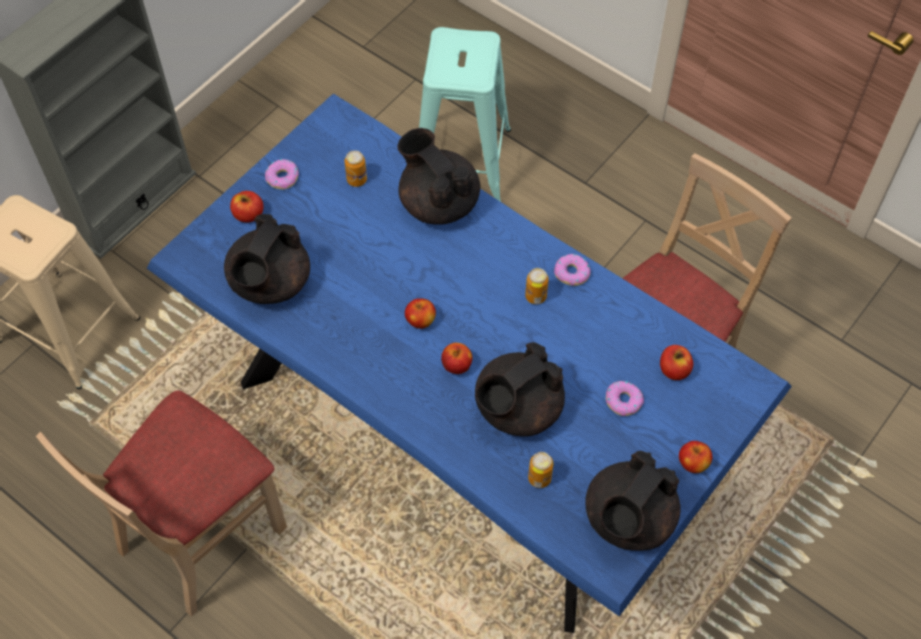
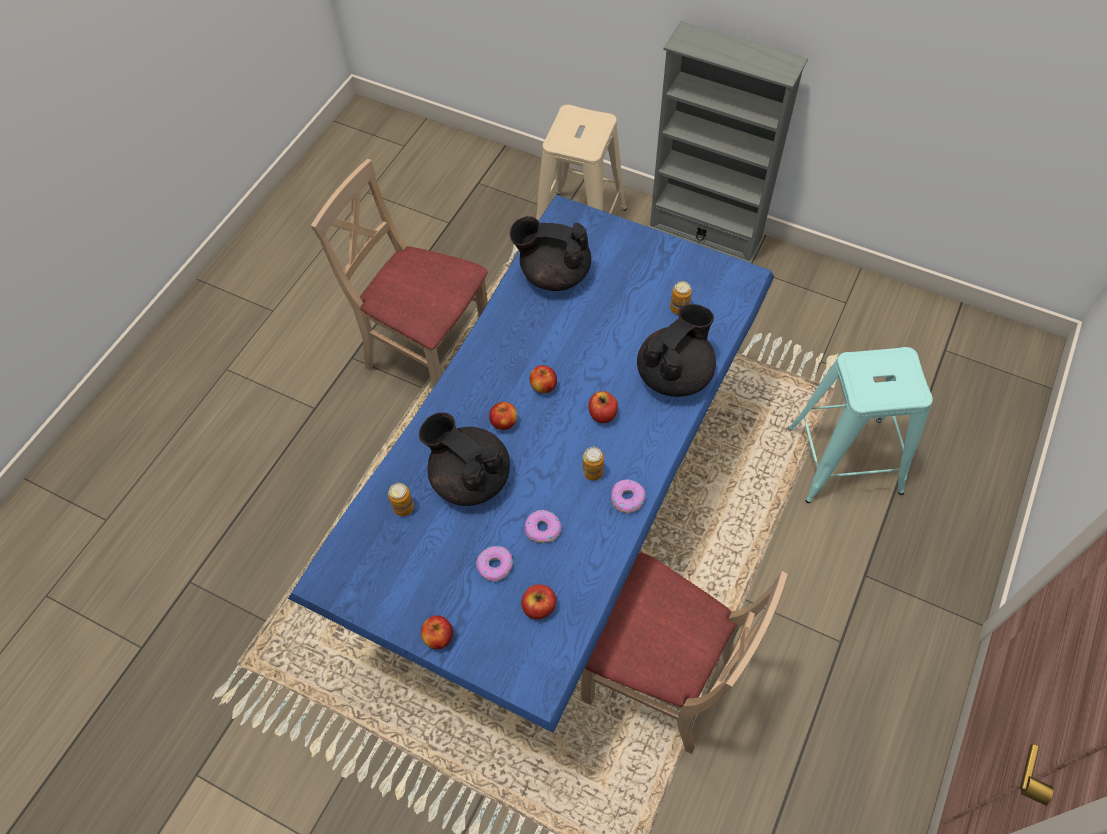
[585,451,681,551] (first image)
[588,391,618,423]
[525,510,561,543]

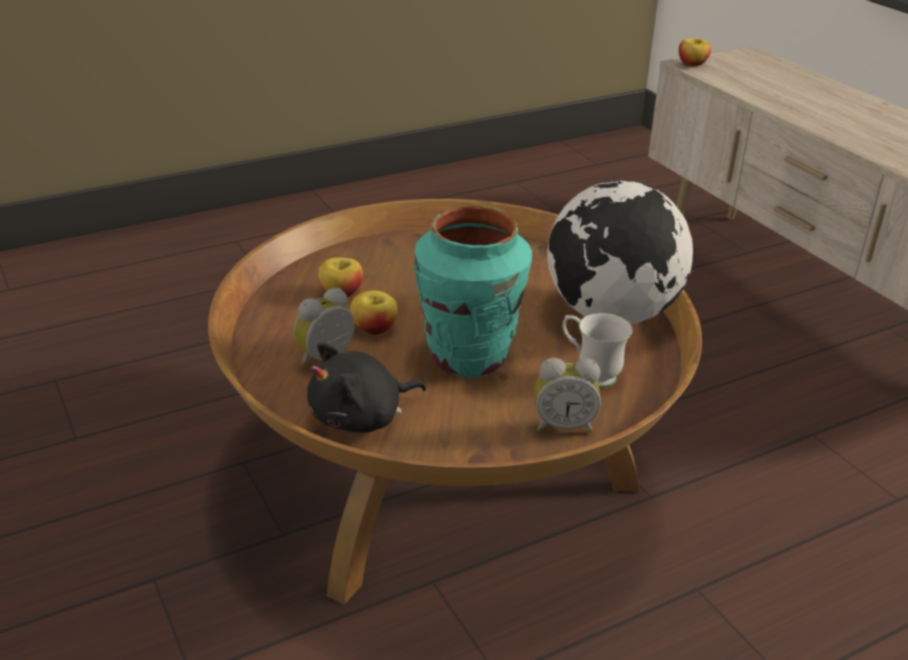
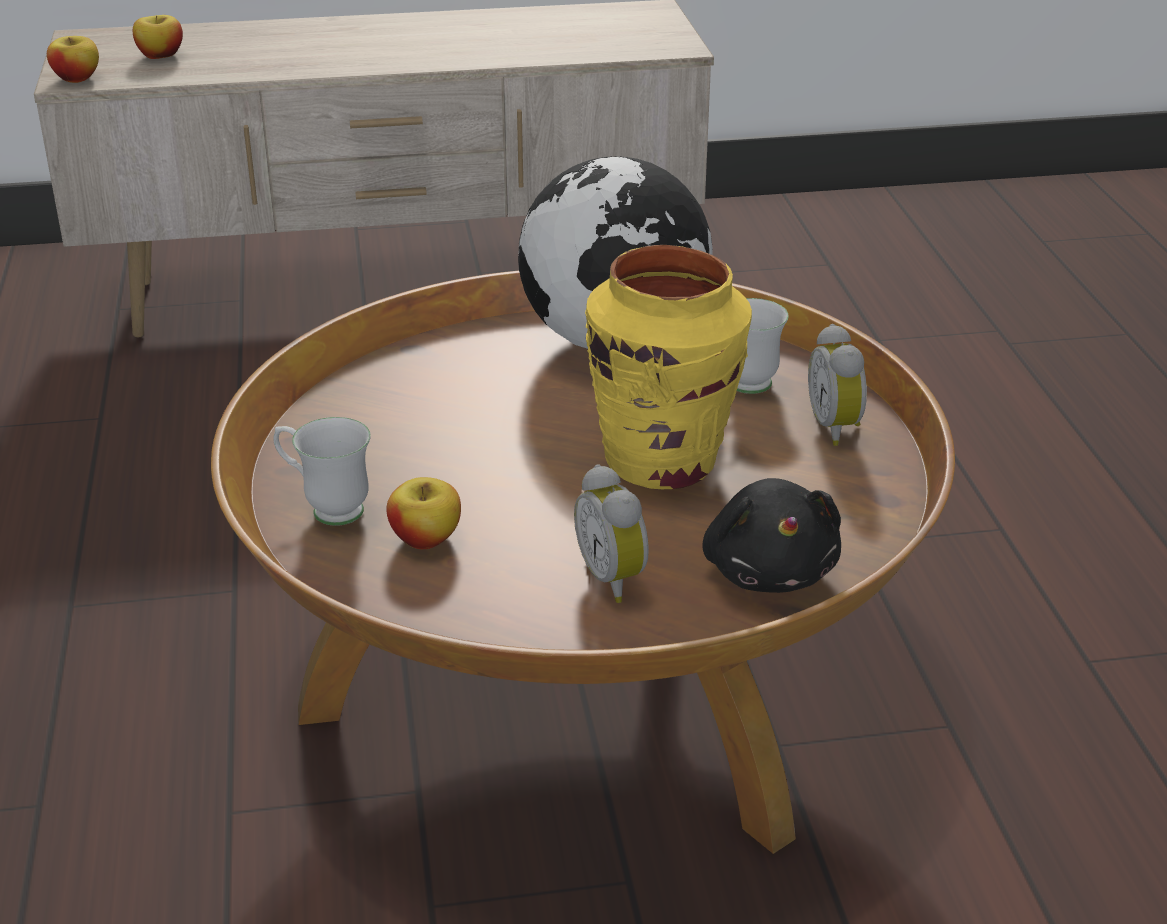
[273,417,371,526]
[133,15,183,59]
[585,245,752,489]
[808,324,867,446]

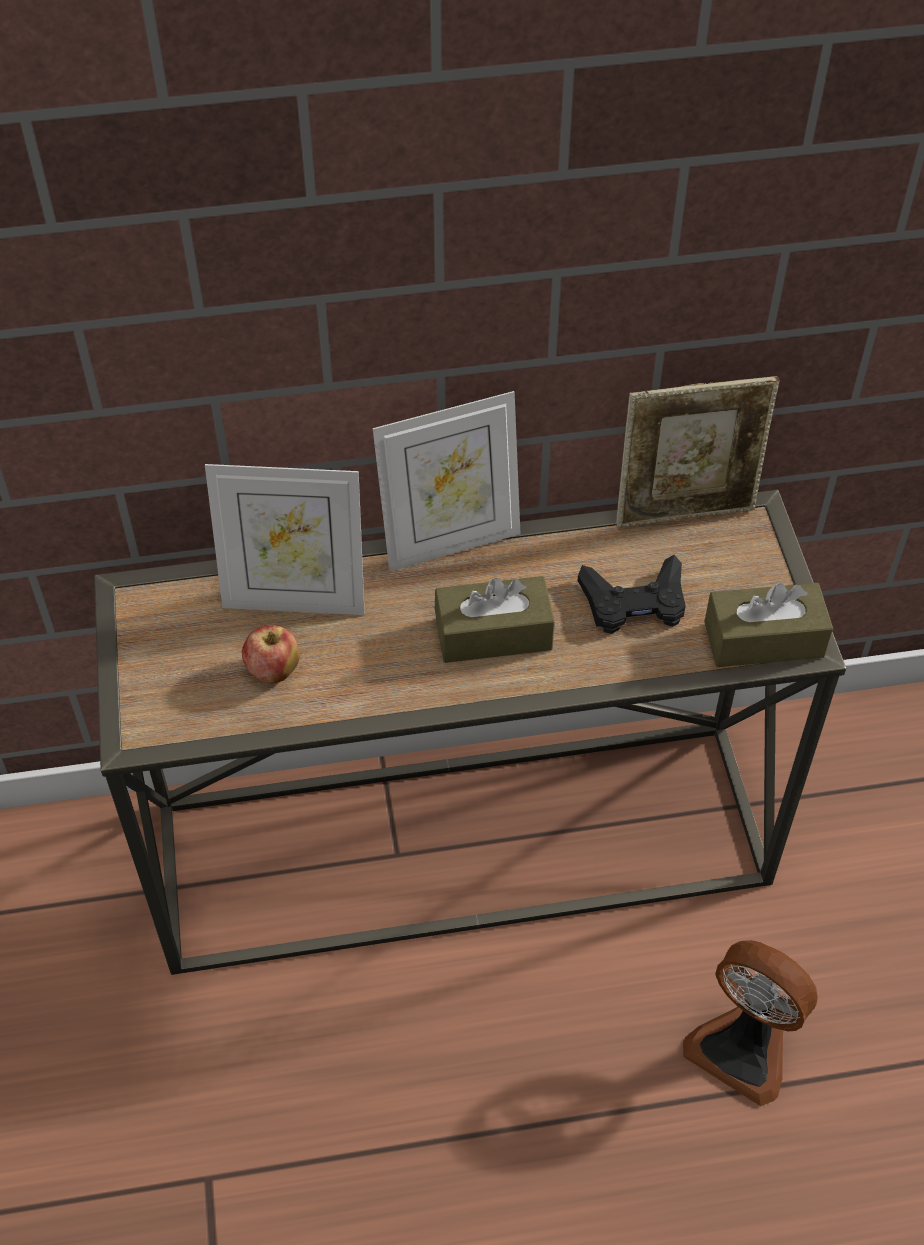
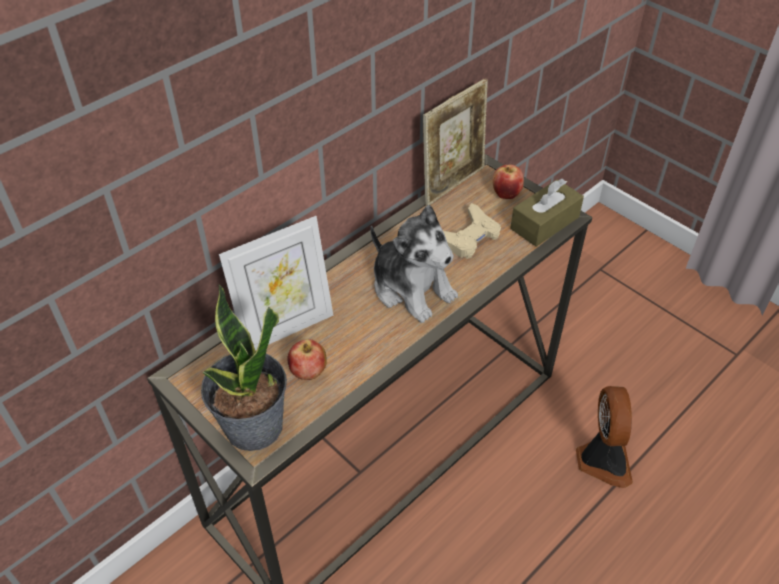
[373,391,521,571] (first image)
[201,284,287,451]
[492,165,524,199]
[371,205,458,323]
[443,203,501,259]
[576,386,633,488]

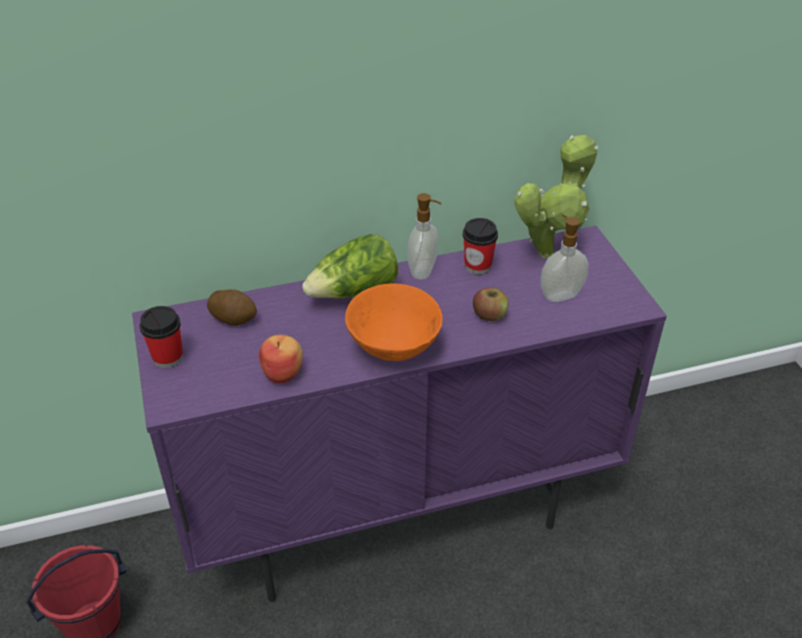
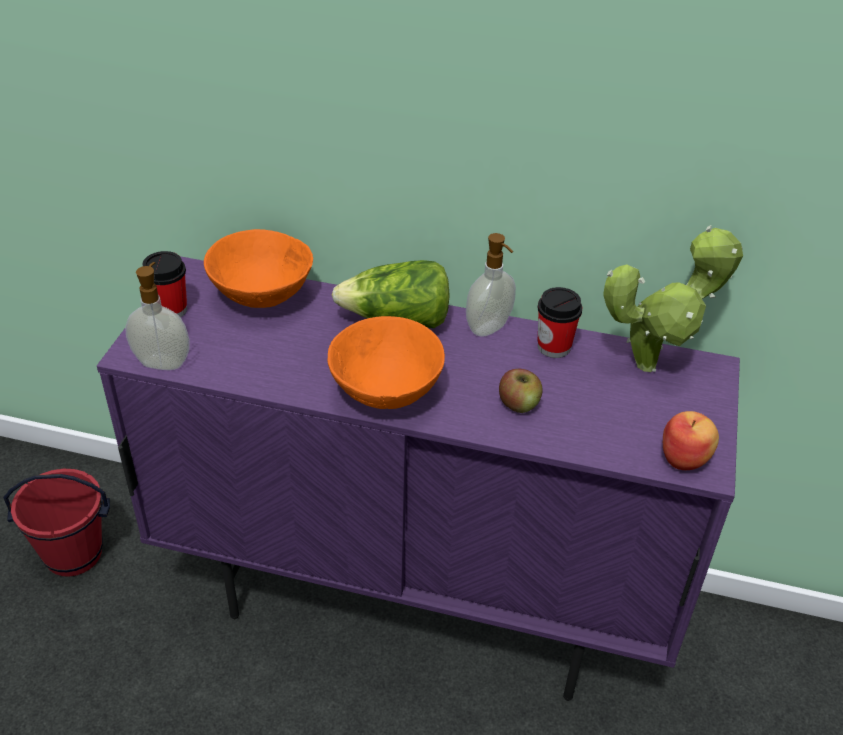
[663,411,719,470]
[125,262,190,370]
[204,229,313,308]

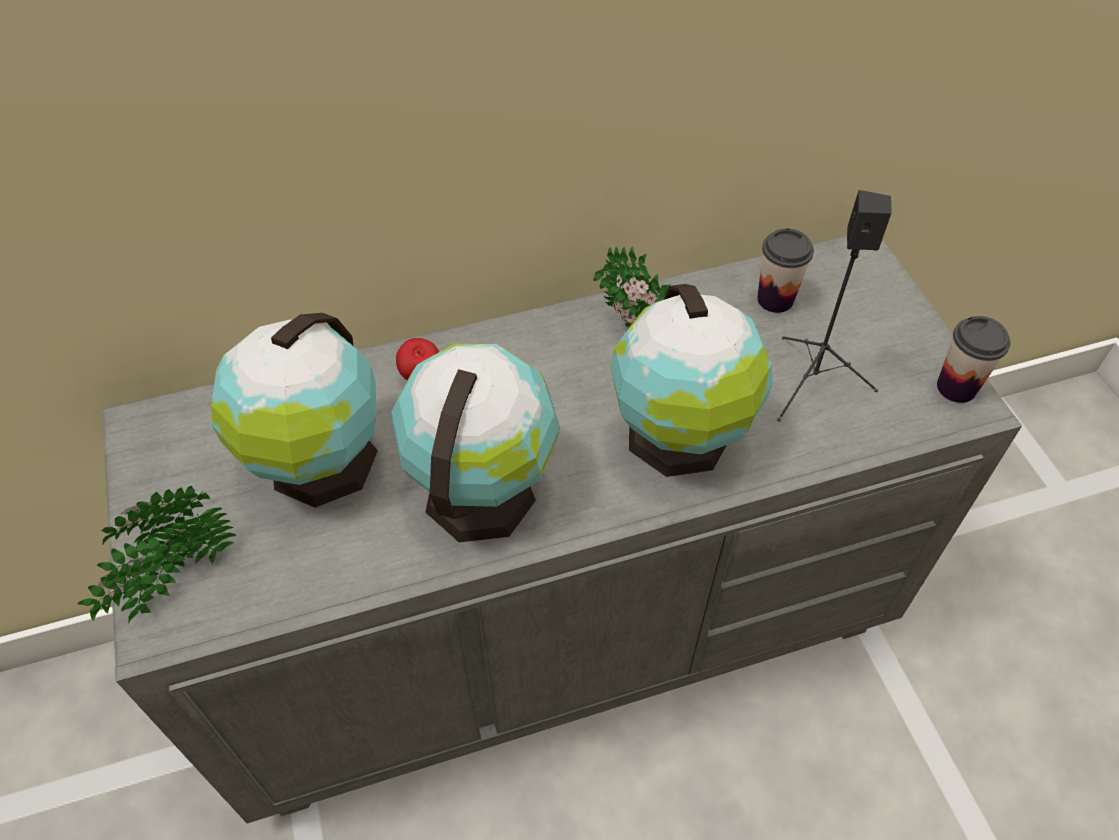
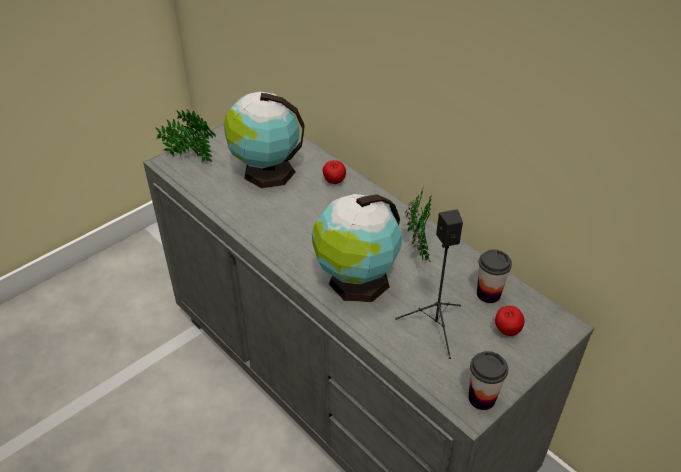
[391,344,560,542] (first image)
[495,306,524,336]

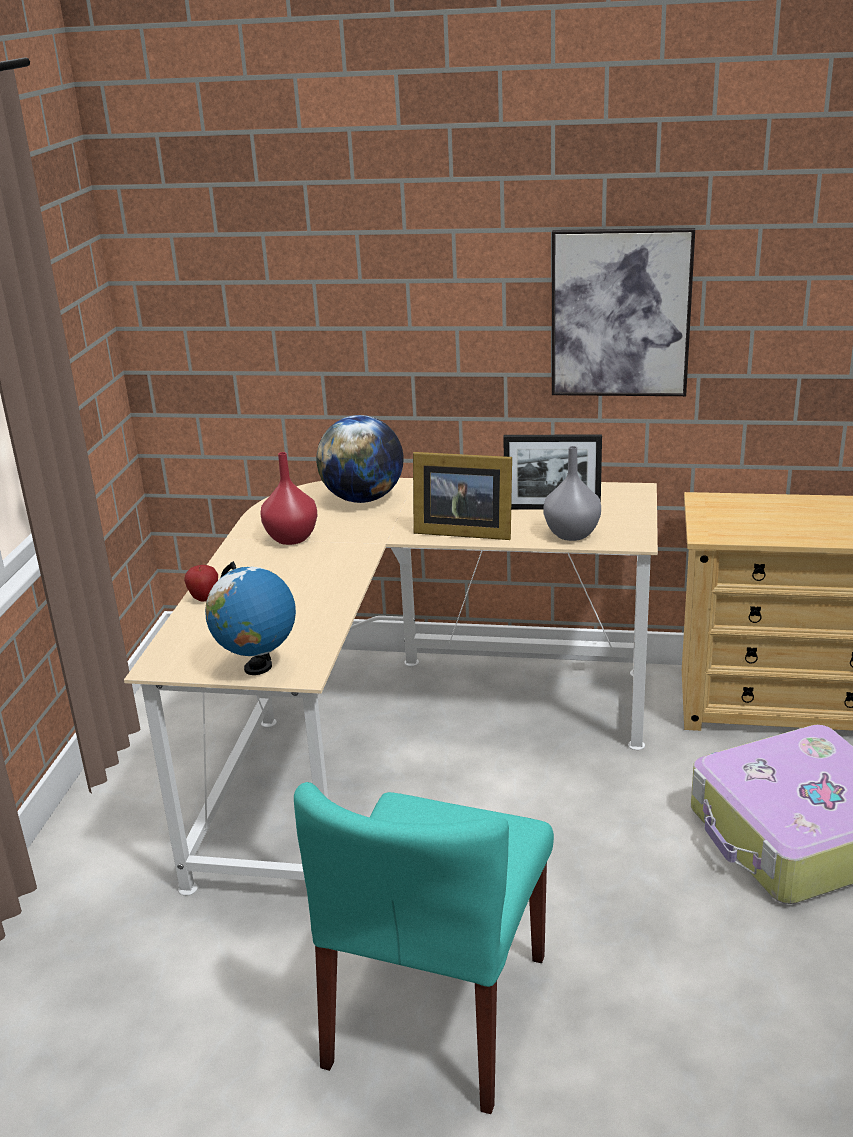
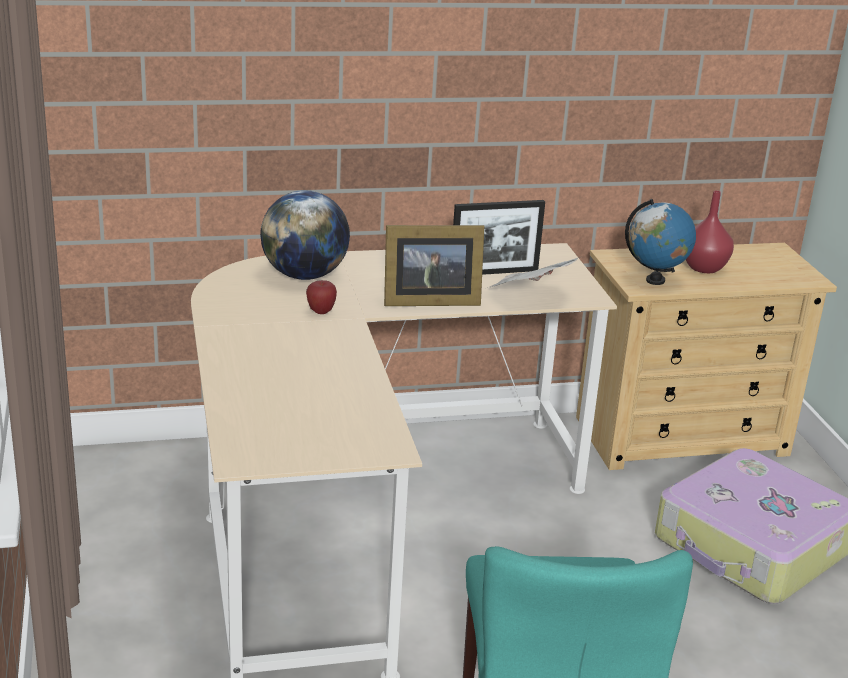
[552,228,695,396] (first image)
[306,280,337,314]
[625,199,696,285]
[686,191,734,273]
[487,257,580,288]

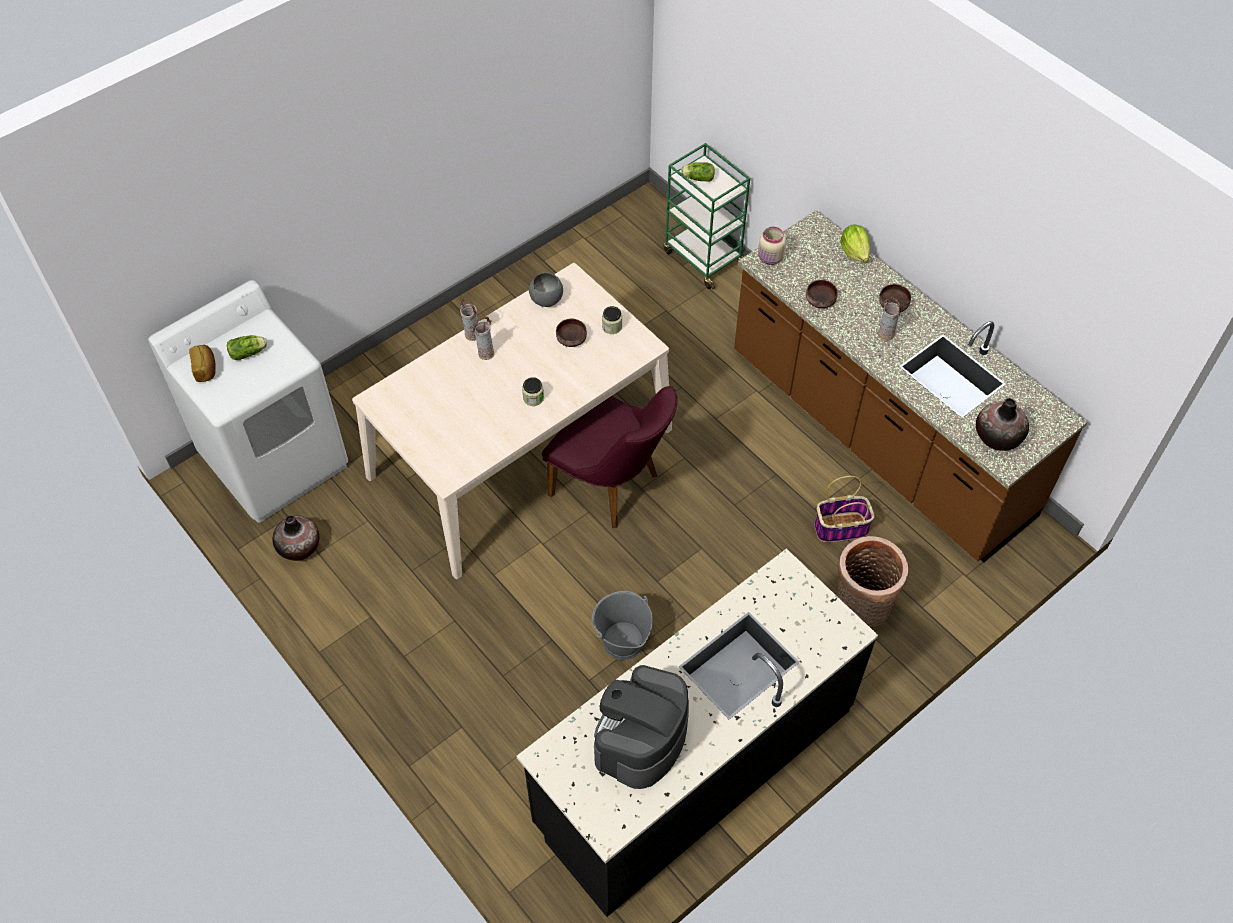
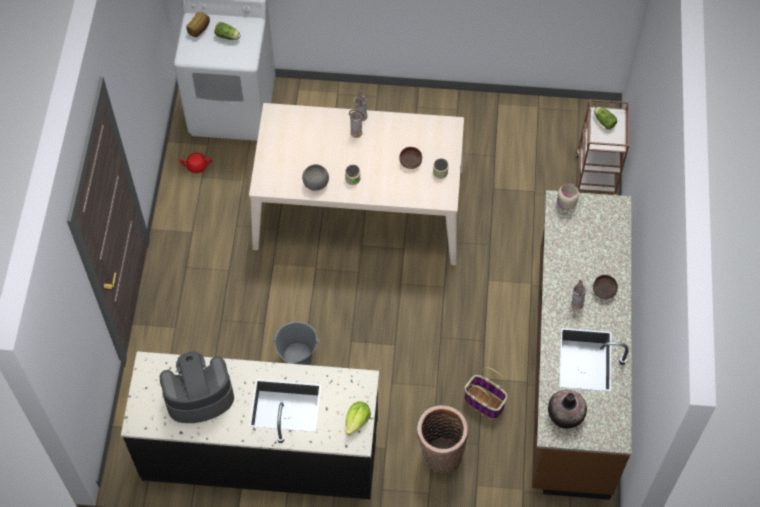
[542,386,678,528] (first image)
[806,280,837,308] (first image)
[302,164,329,191]
[345,401,371,436]
[177,152,212,173]
[576,99,629,195]

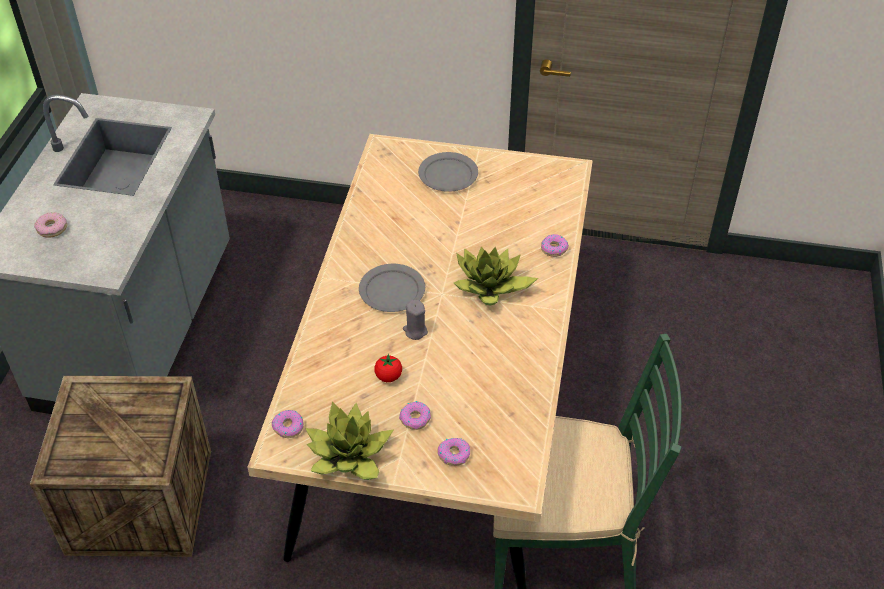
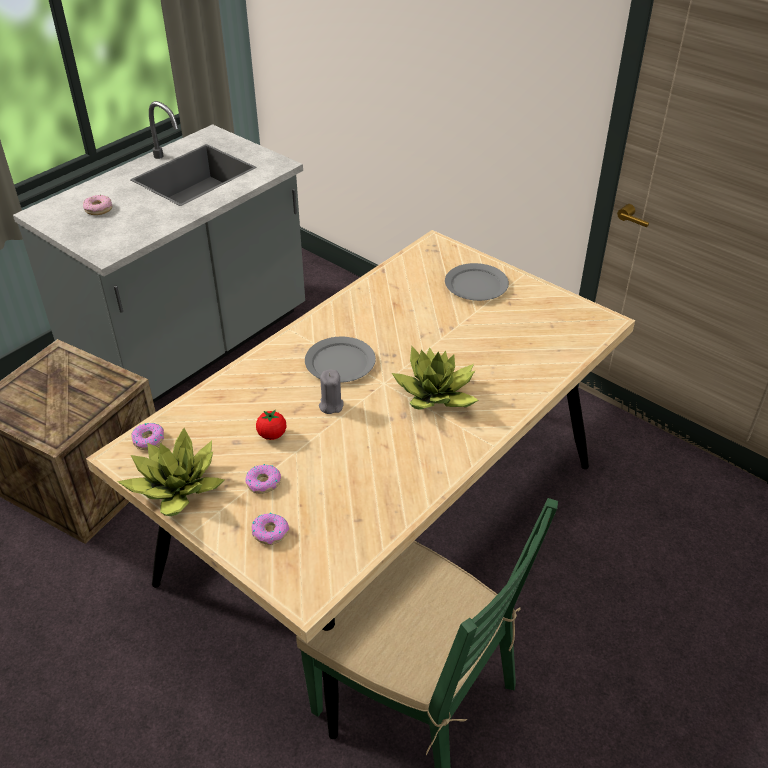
[541,234,569,257] (first image)

